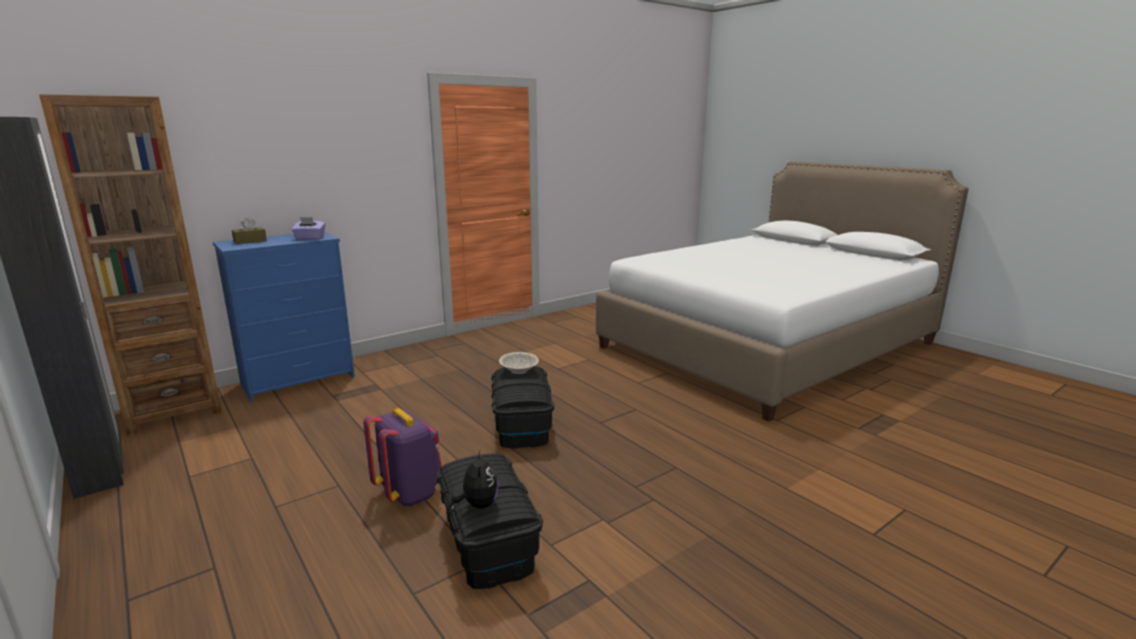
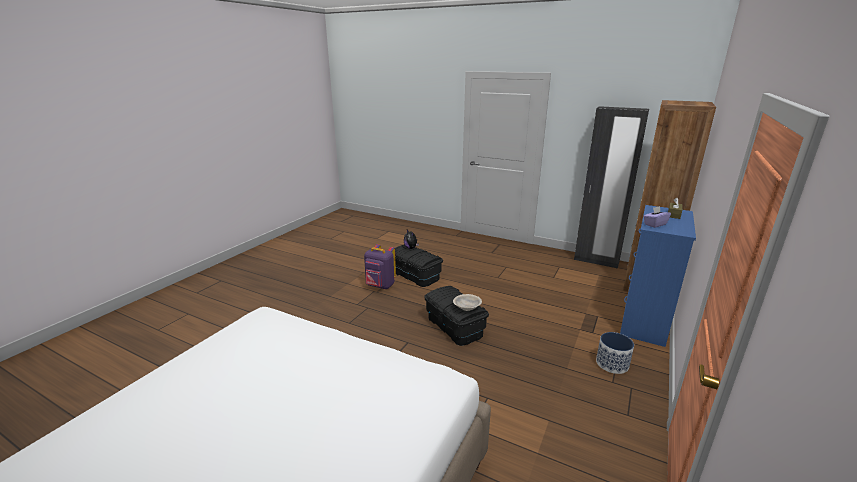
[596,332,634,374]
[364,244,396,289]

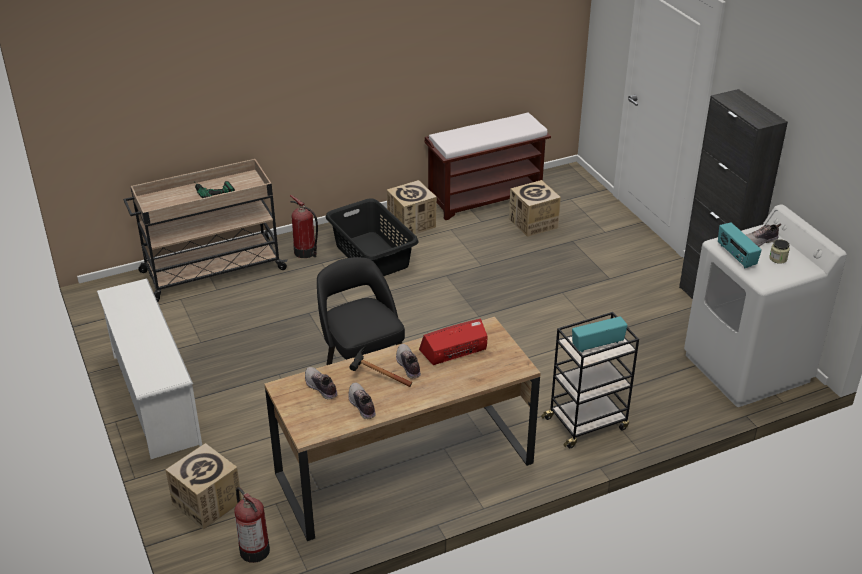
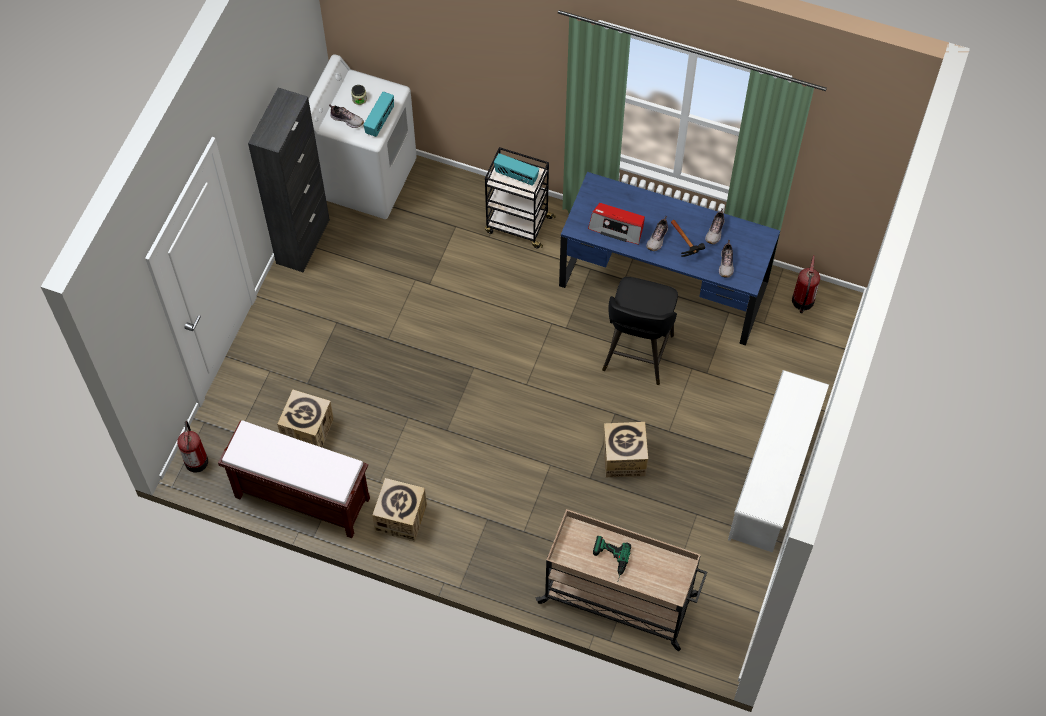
[326,198,418,276] (first image)
[602,422,648,477]
[177,421,208,473]
[559,172,780,345]

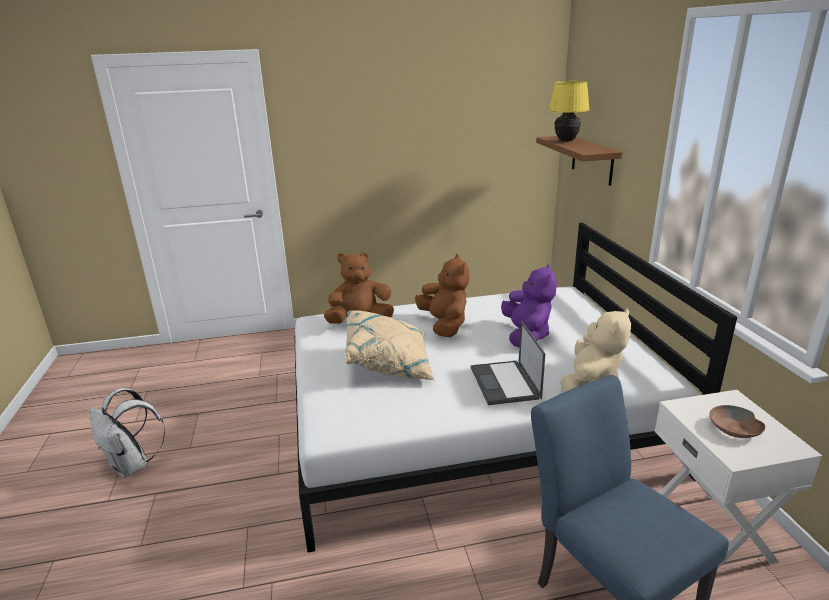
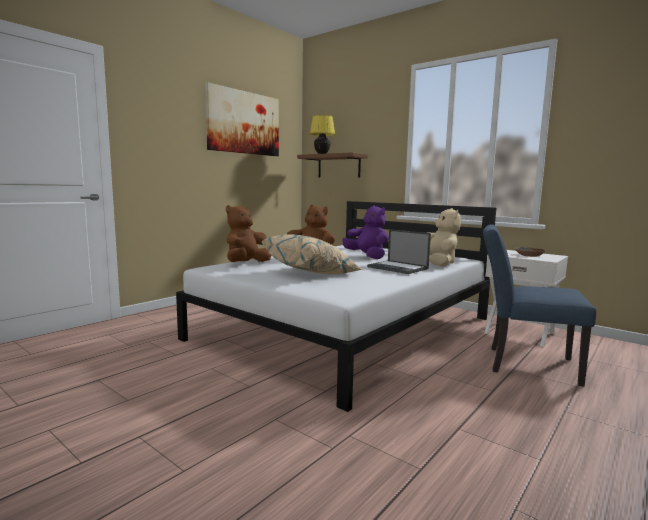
[89,388,165,478] (first image)
[205,82,279,156]

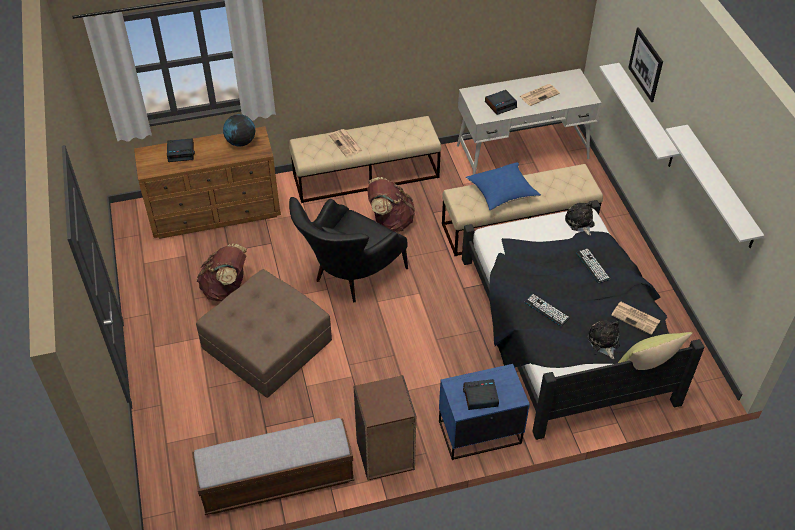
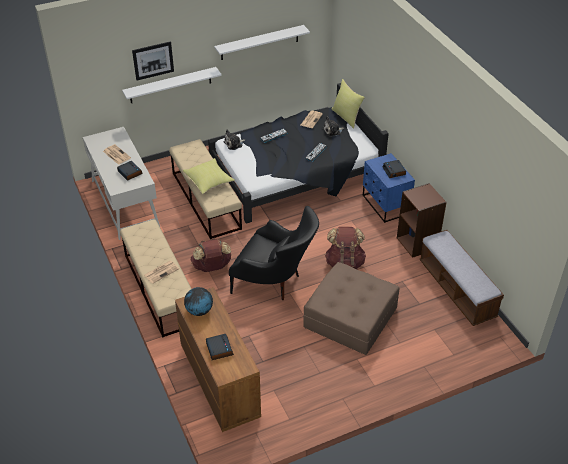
[325,227,366,269]
[183,158,235,194]

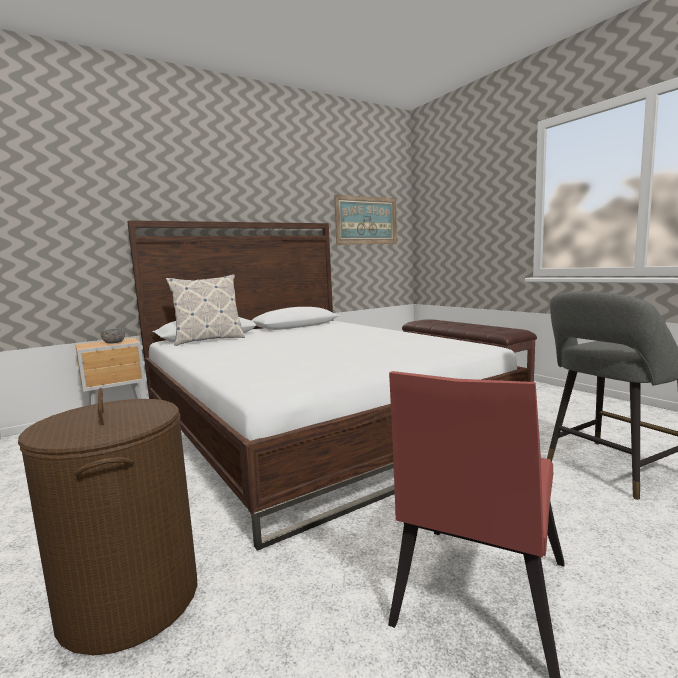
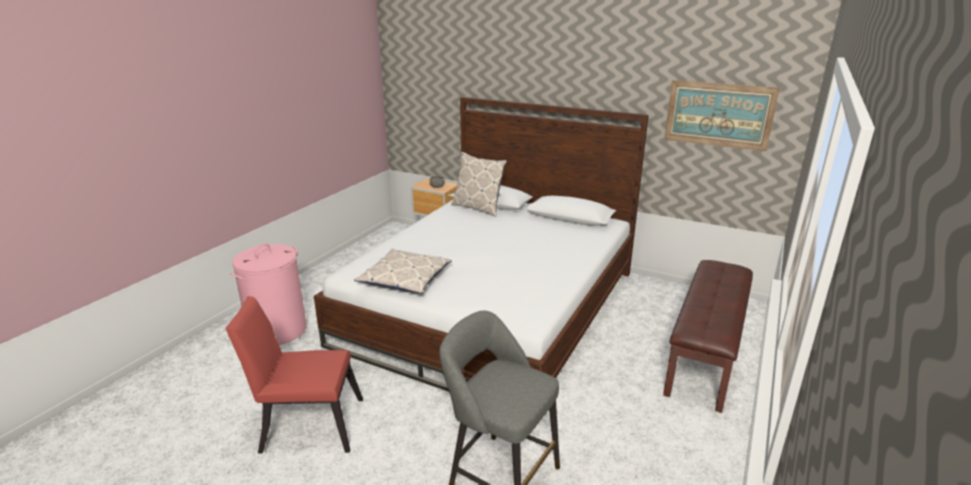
[354,249,452,294]
[230,244,307,345]

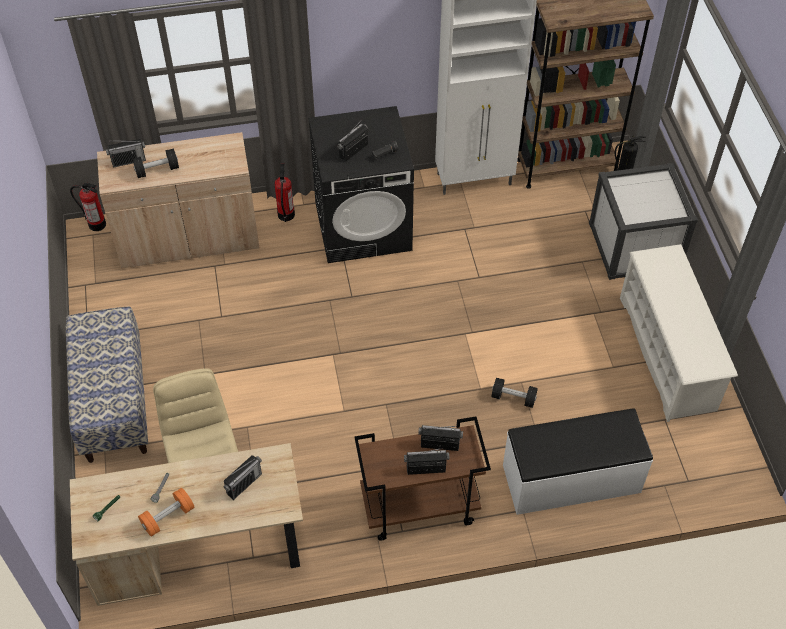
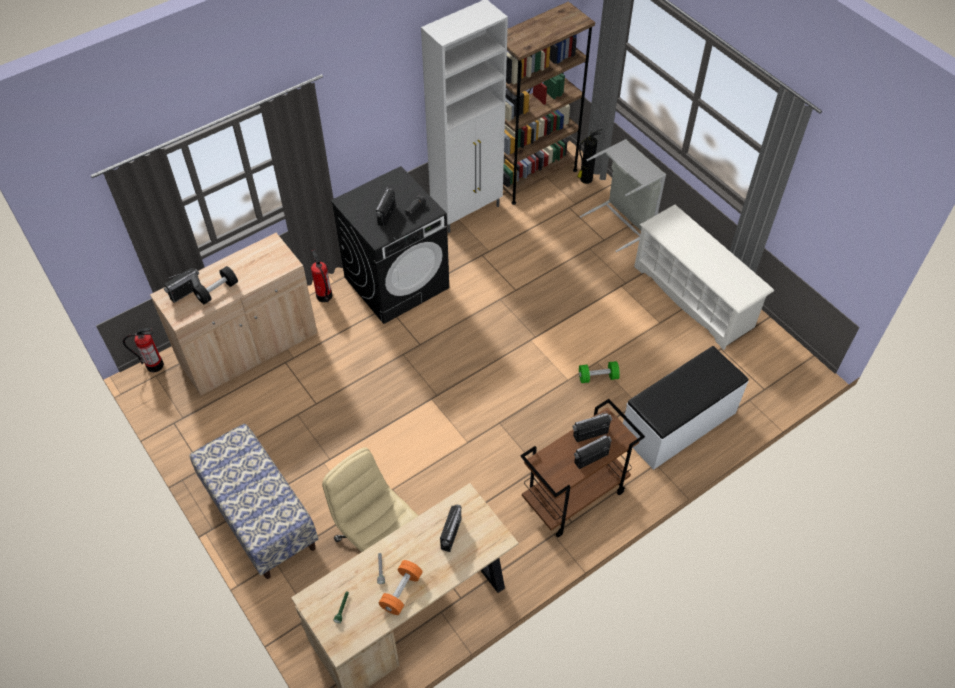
[580,139,666,252]
[579,361,620,383]

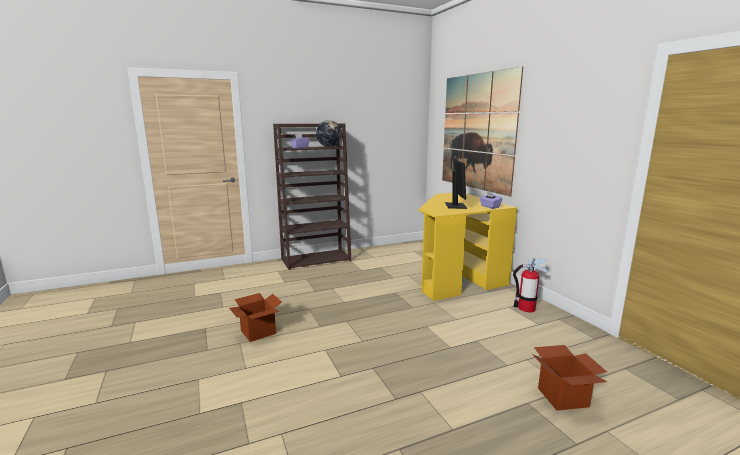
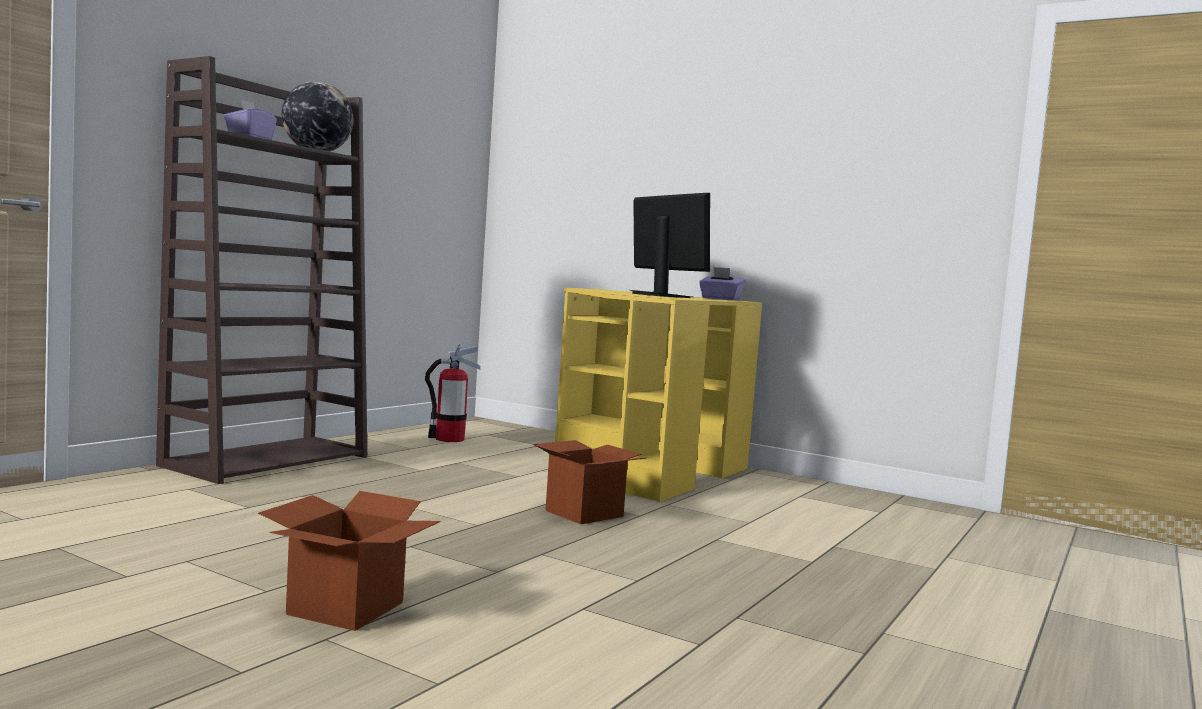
[442,67,523,197] (first image)
[425,344,480,442]
[533,440,646,524]

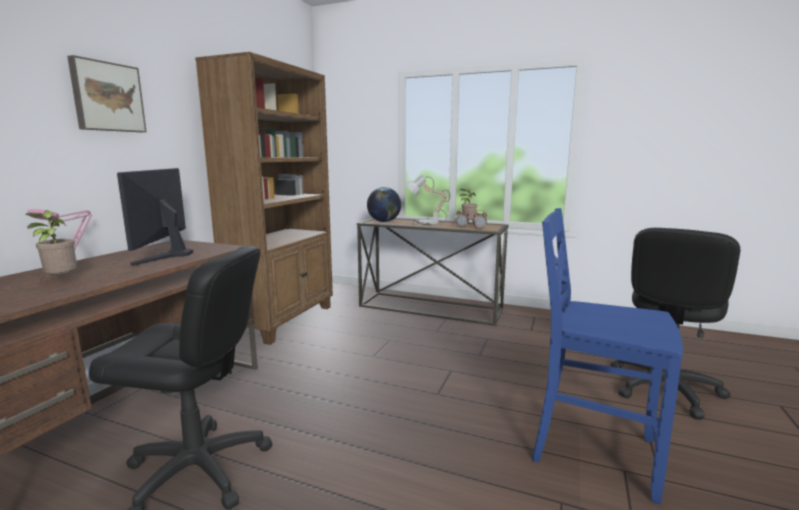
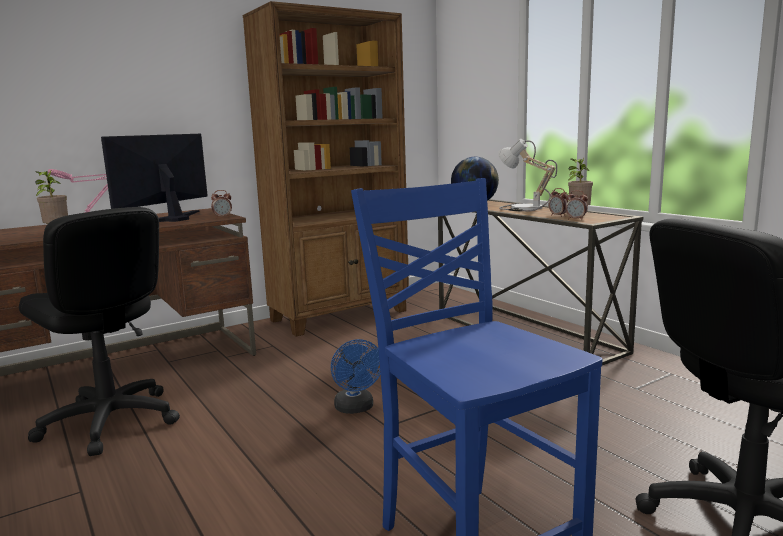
[67,55,147,132] (first image)
[211,190,232,218]
[331,339,380,414]

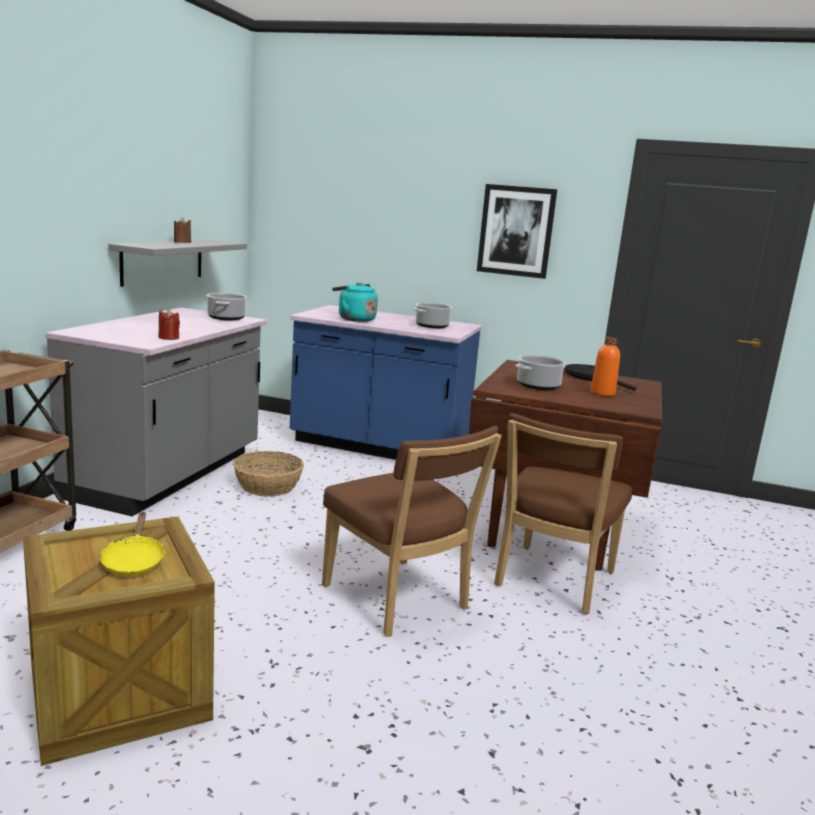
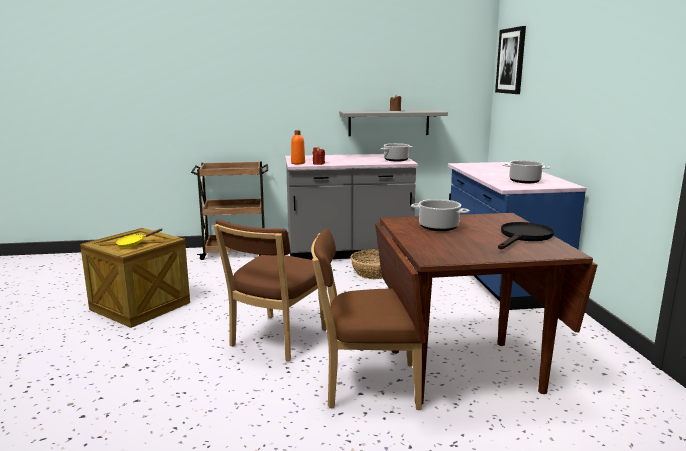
[332,282,378,322] (first image)
[495,26,526,94]
[291,130,305,164]

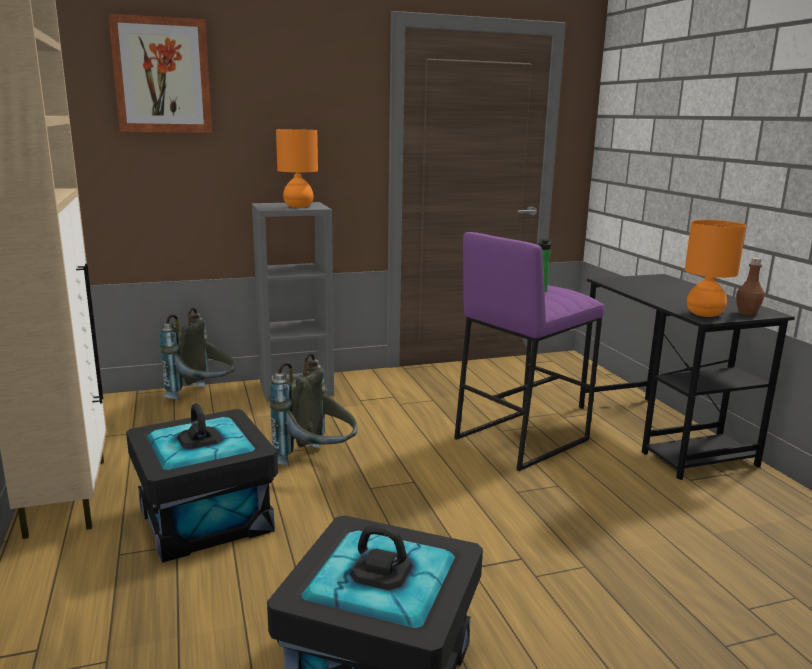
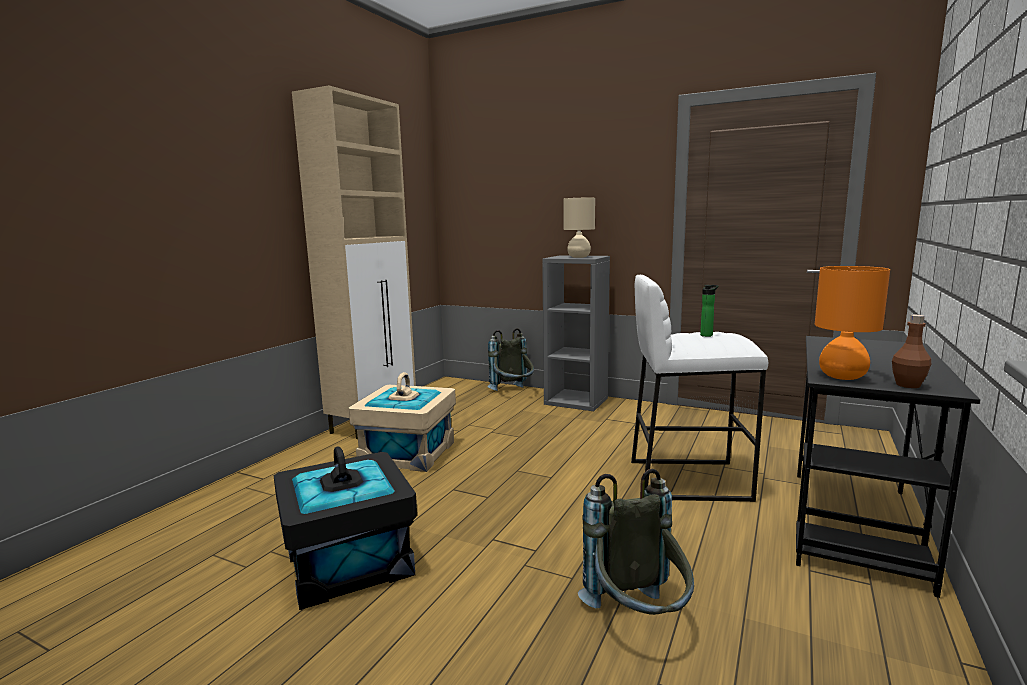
[108,13,212,133] (first image)
[578,469,694,615]
[348,372,456,472]
[564,198,595,258]
[631,275,768,502]

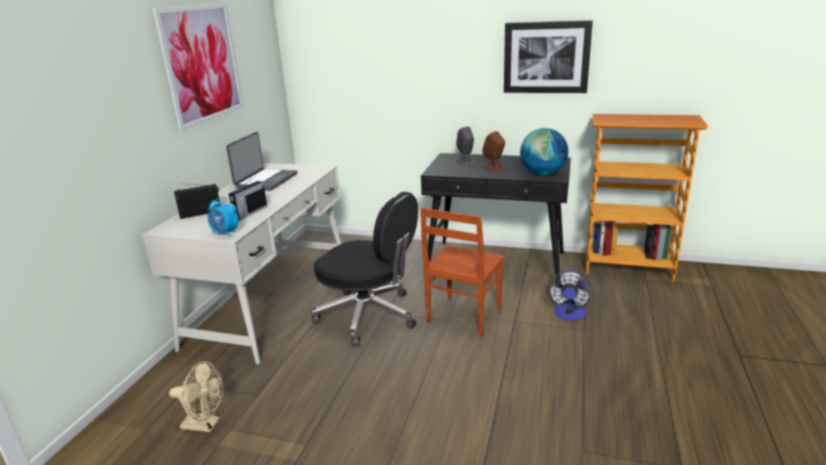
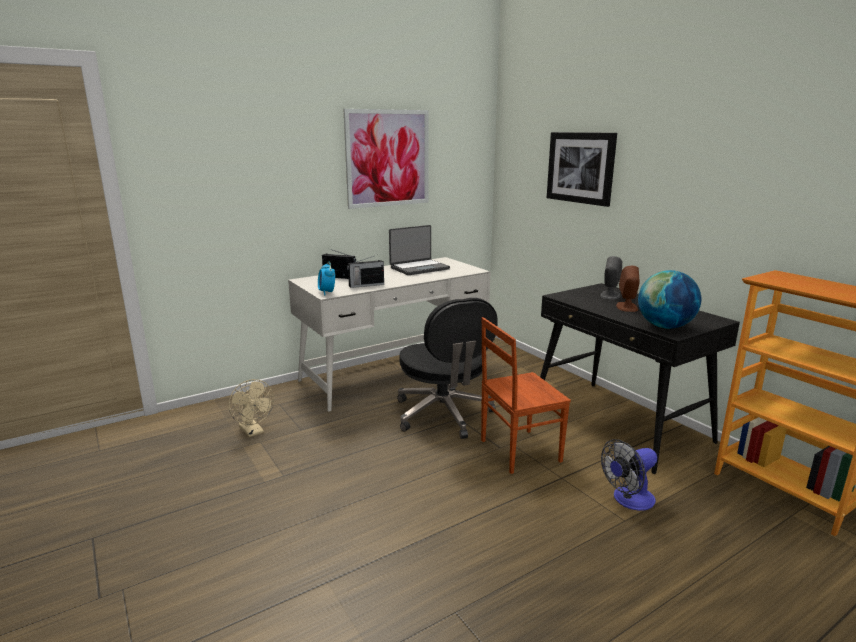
[547,132,617,207]

